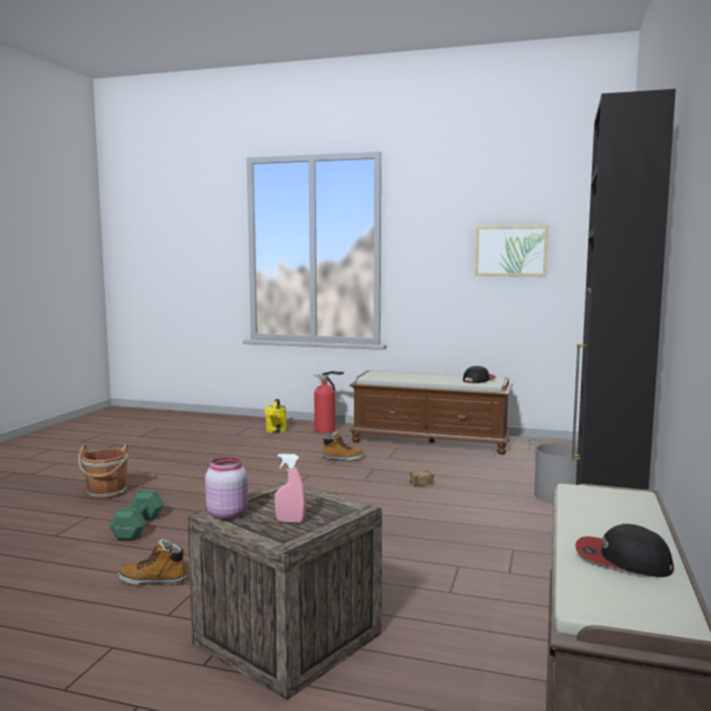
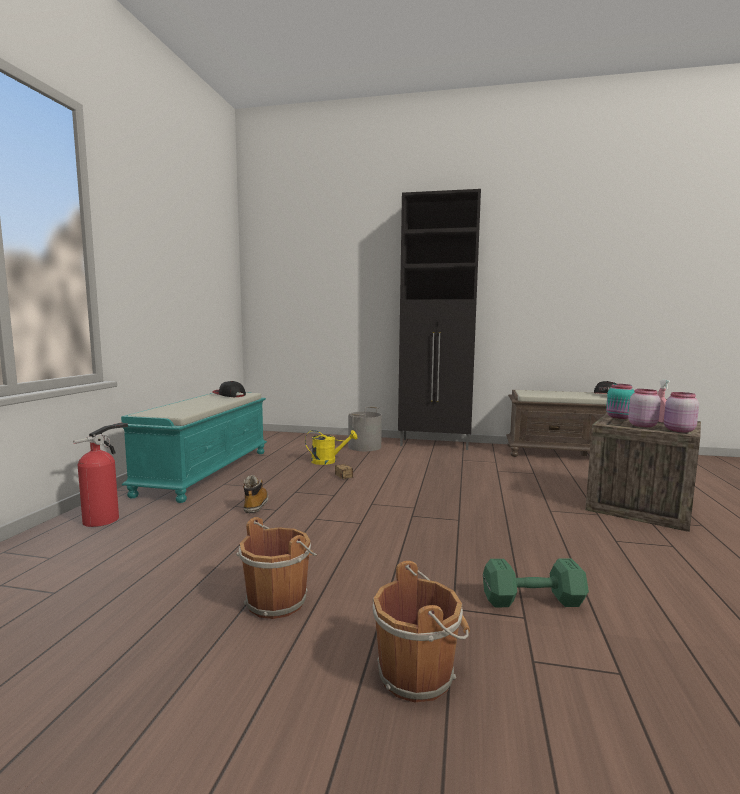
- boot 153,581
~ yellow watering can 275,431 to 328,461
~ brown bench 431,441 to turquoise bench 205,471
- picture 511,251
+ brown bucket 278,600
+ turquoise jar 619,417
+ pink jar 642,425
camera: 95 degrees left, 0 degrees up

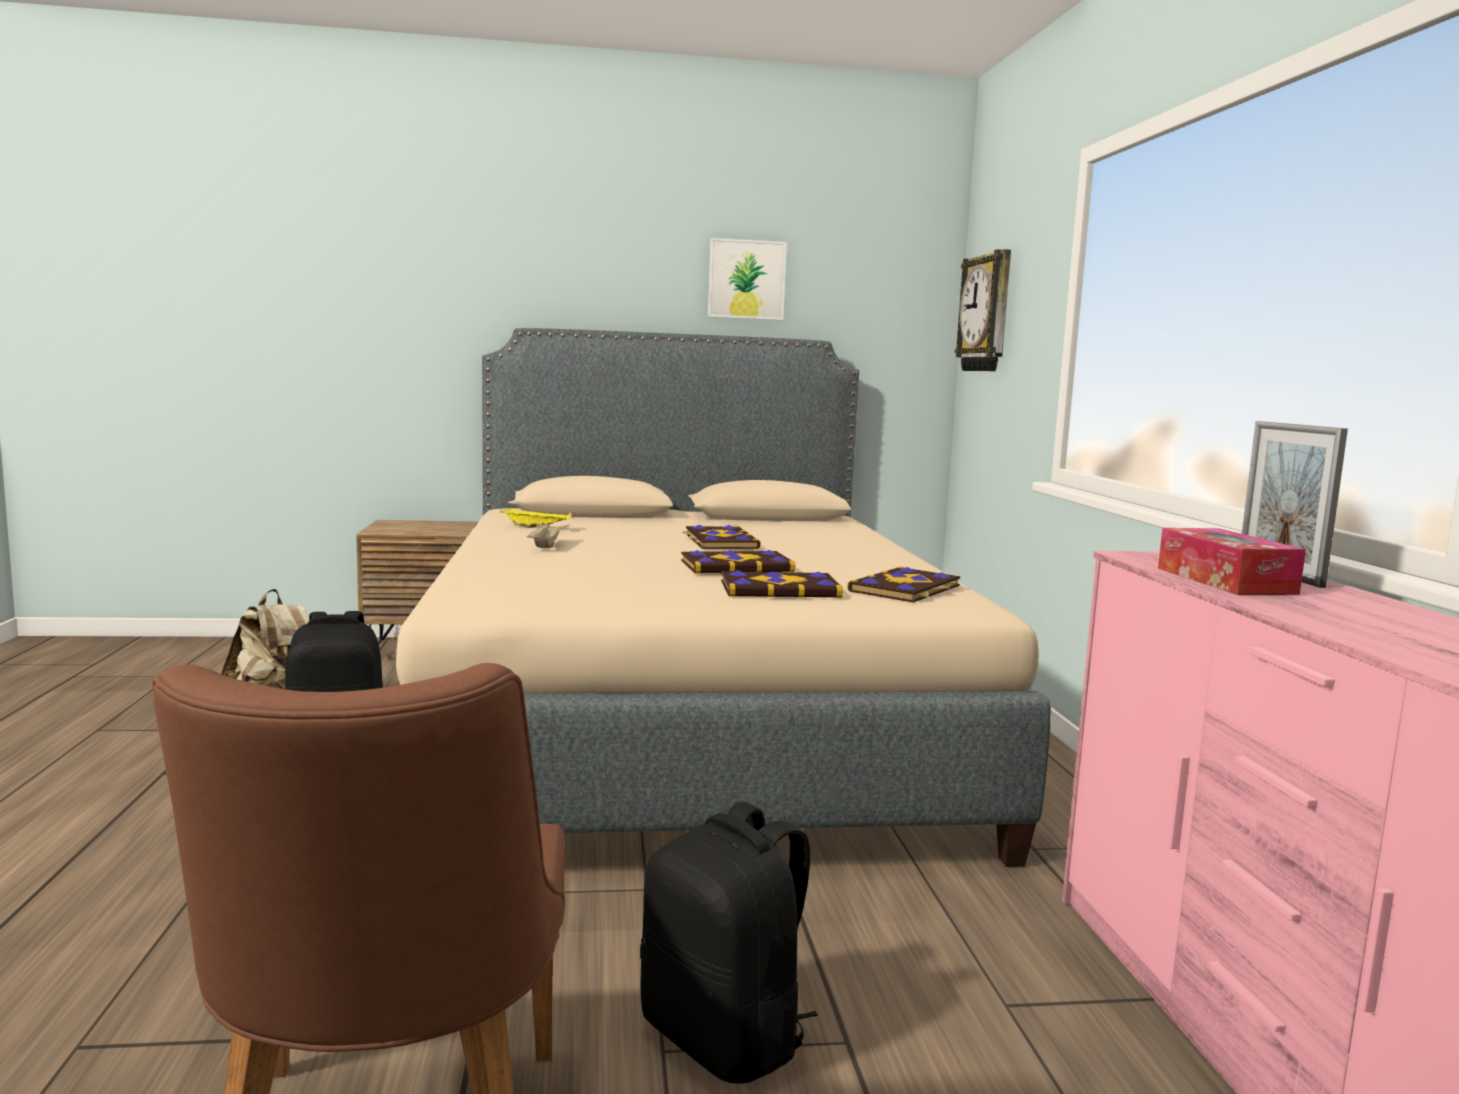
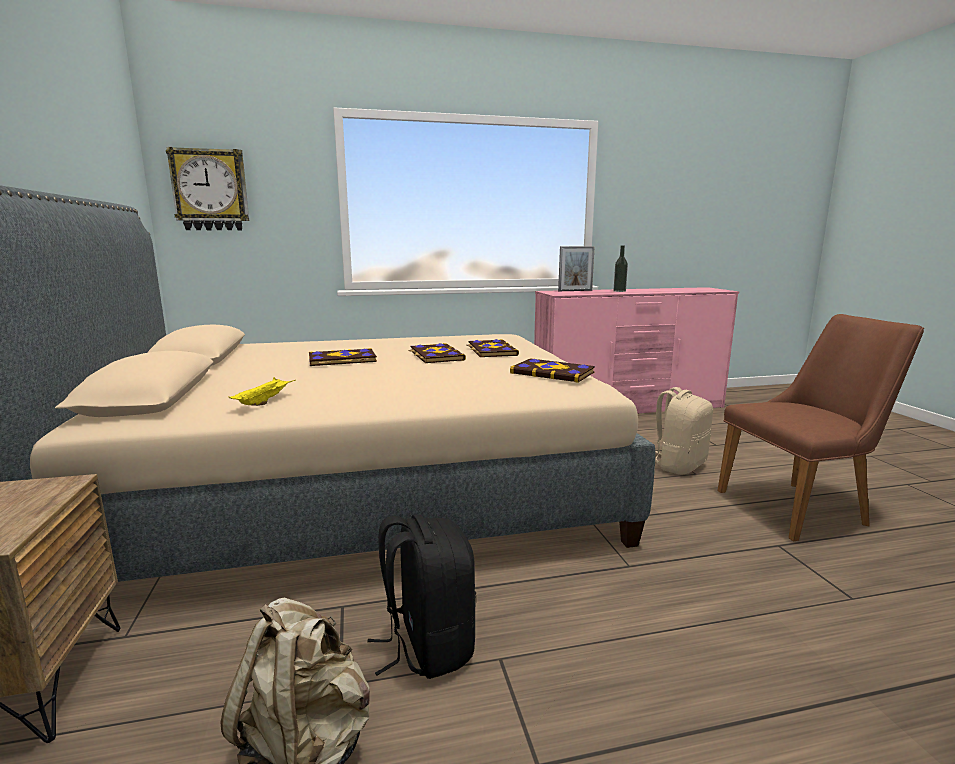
- beige tray 547,546
~ black backpack 725,1038 to beige backpack 678,465
- picture 746,279
~ book 906,589 to 552,373
- tissue box 1225,581
+ bottle 619,291
camera: 95 degrees left, 5 degrees up

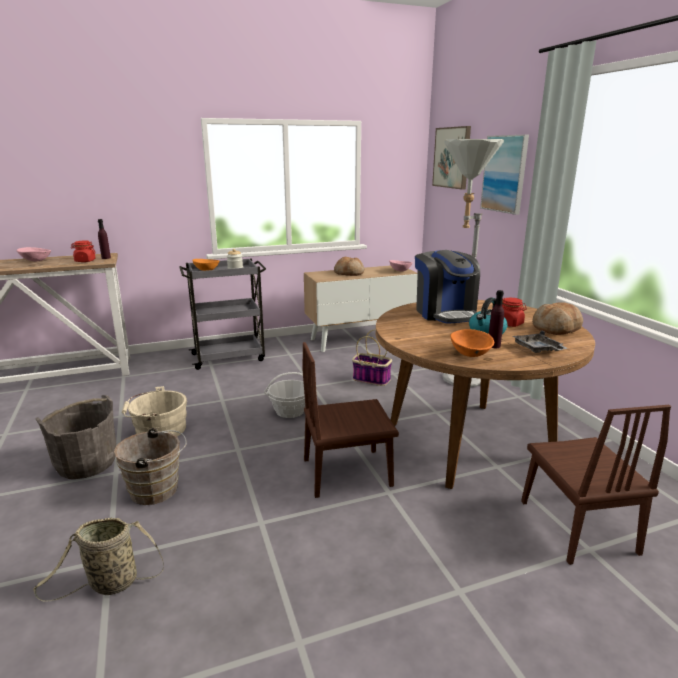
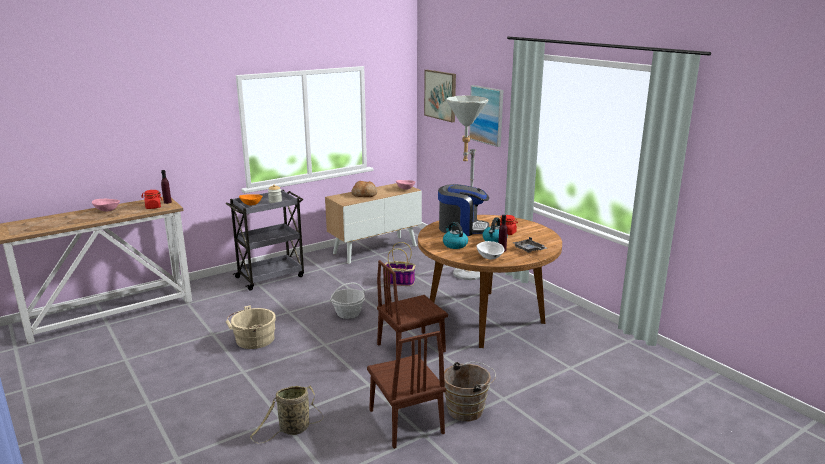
- grey bucket 86,463
~ brown bucket 158,490 to 468,409
~ coffee machine 445,313 = 462,228 45 degrees counterclockwise
~ orange bowl 470,354 to white bowl 489,257
~ brown chair 577,526 to 406,421
- bread 556,328
+ kettle 454,245
camera: 15 degrees left, 0 degrees up

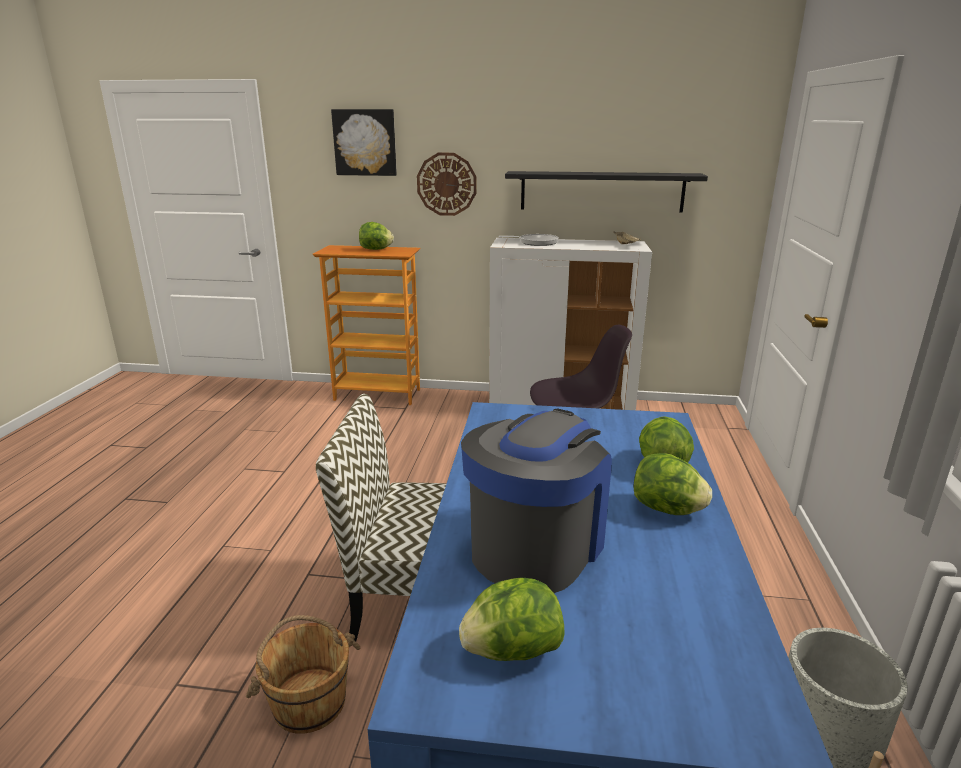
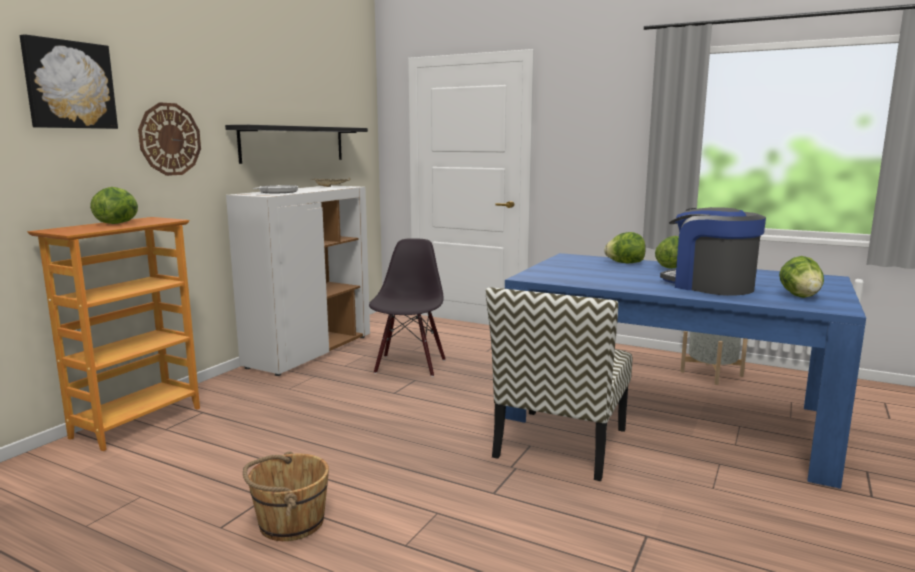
~ brown bucket 309,701 to 290,522
camera: 70 degrees left, 10 degrees down

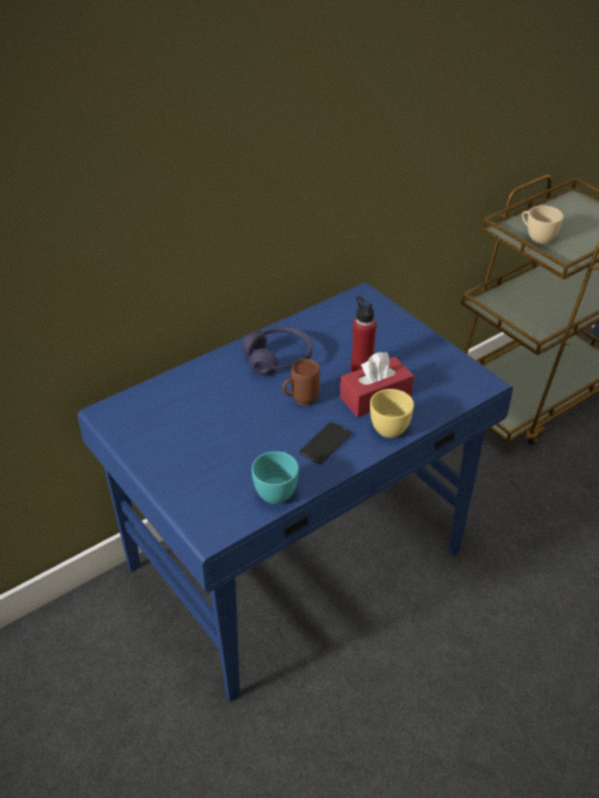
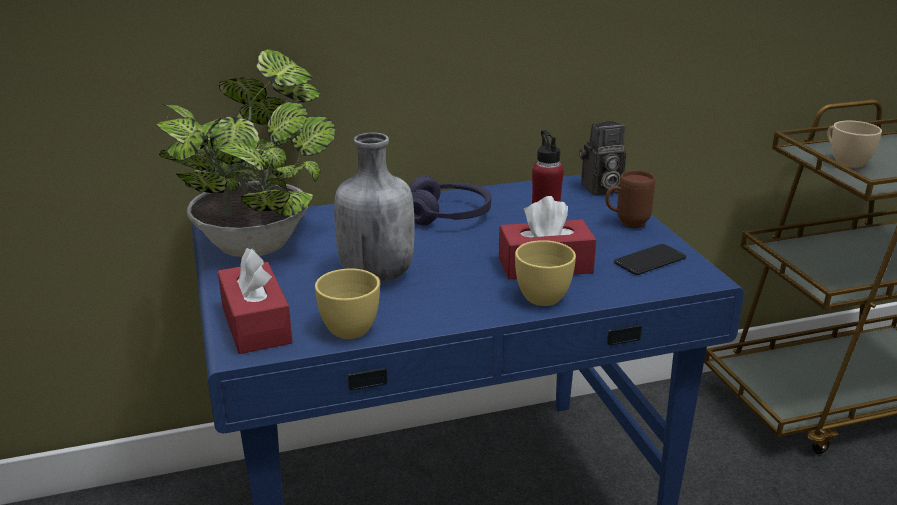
~ turquoise cup 277,490 to yellow cup 355,326
~ brown mug 300,401 to 626,224
~ phone 325,444 to 649,260
+ potted plant 257,242
+ red tissue box 256,324
+ grey bottle 376,274
+ photo camera 600,189
camera: 20 degrees right, 15 degrees down

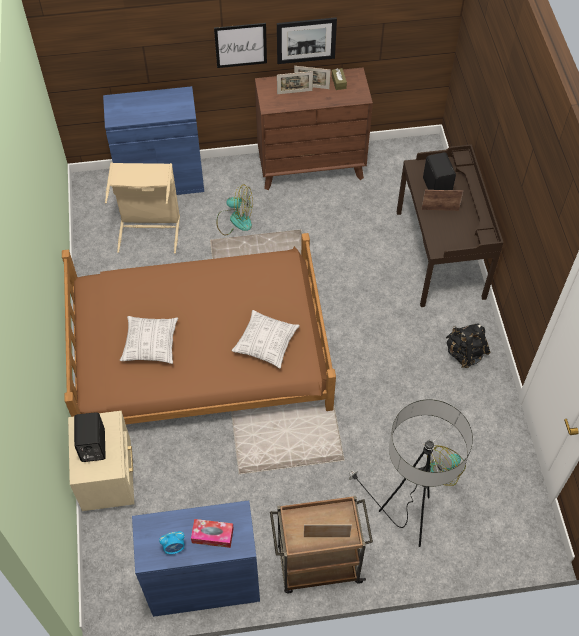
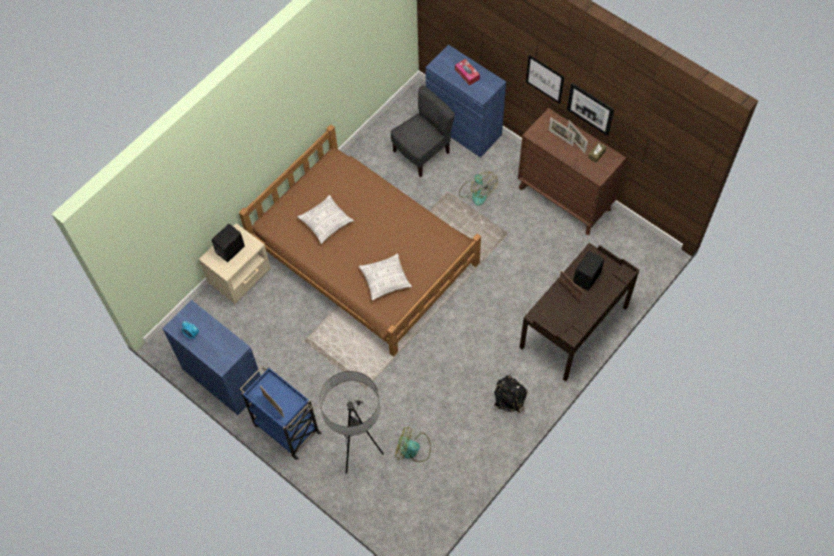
~ beige laundry basket 149,228 to grey chair 422,153
~ tissue box 212,535 to 467,74
~ brown cart 317,565 to blue cart 286,428
camera: 50 degrees right, 5 degrees up

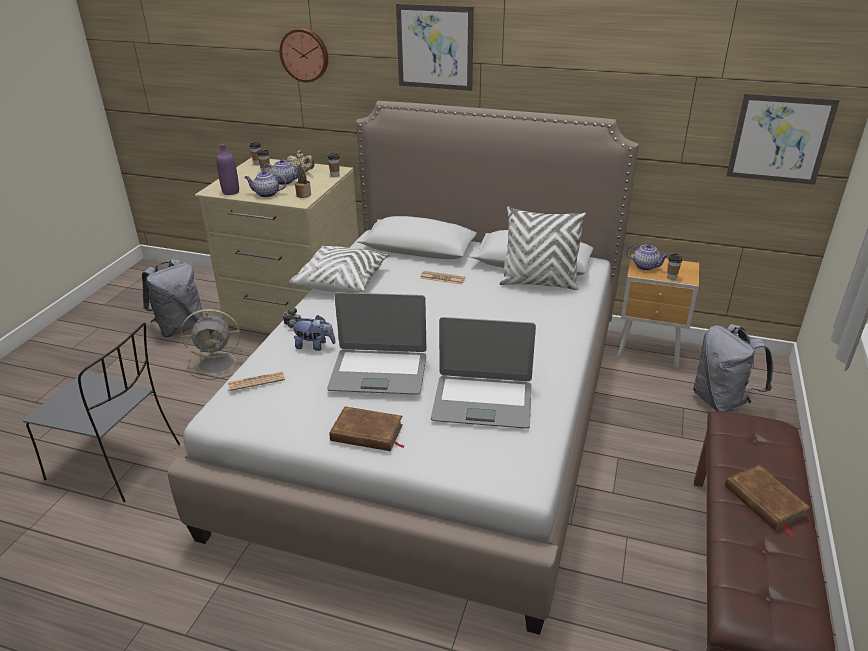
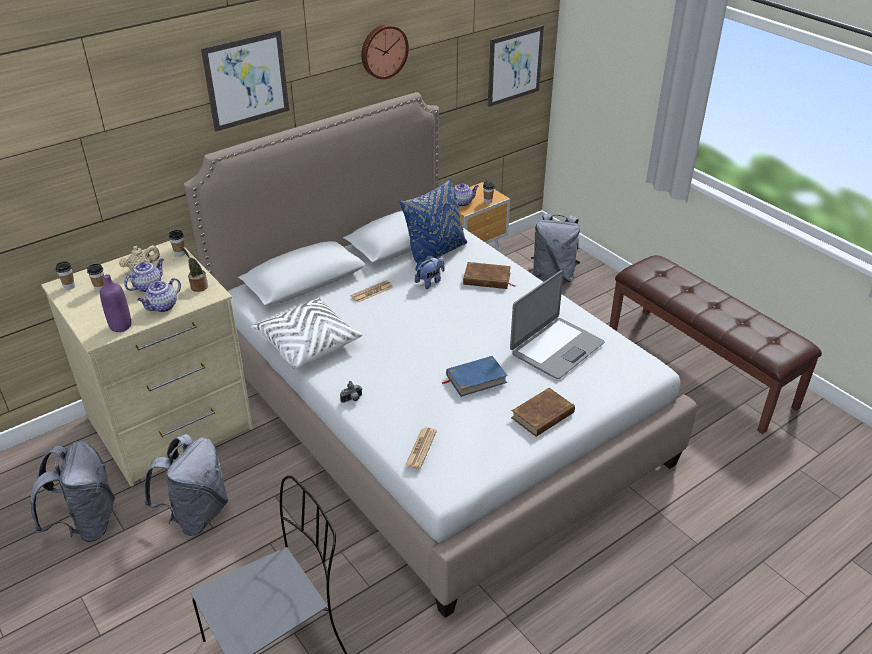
~ grey fan 219,363 to grey backpack 196,514
~ wall clock 305,55 to 383,51
~ plush toy 314,346 to 430,281
~ laptop 378,372 to blue book 476,379
~ white pillow 539,283 to blue pillow 435,253
~ brown book 764,501 to 487,279
camera: 55 degrees left, 5 degrees up

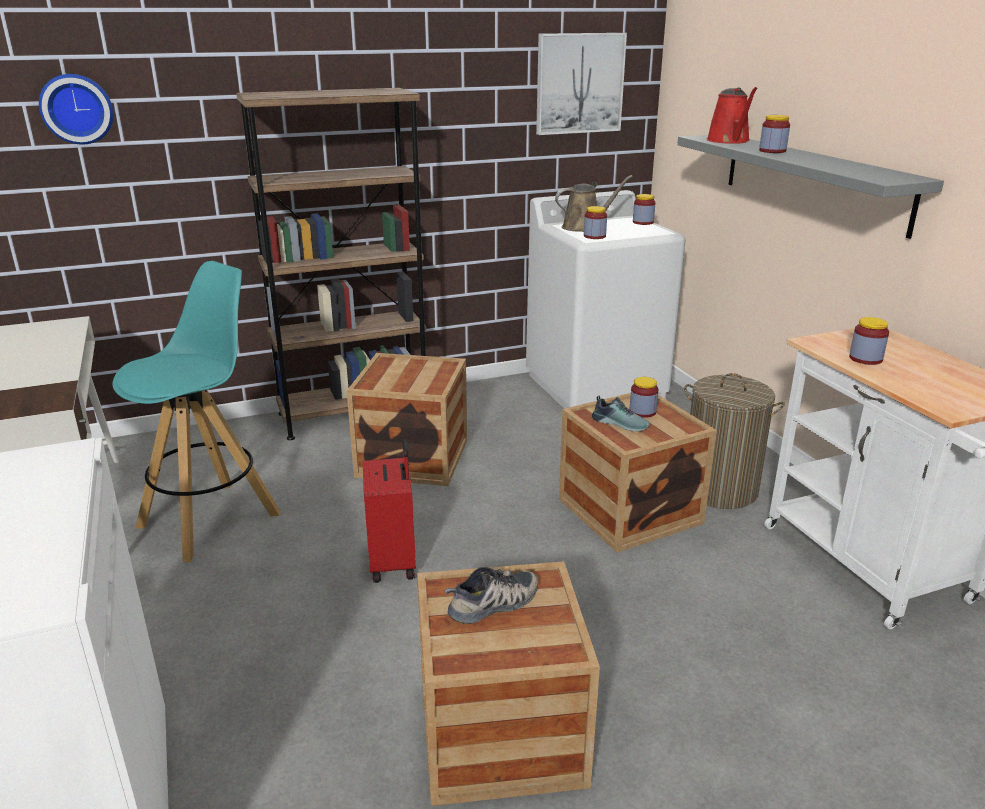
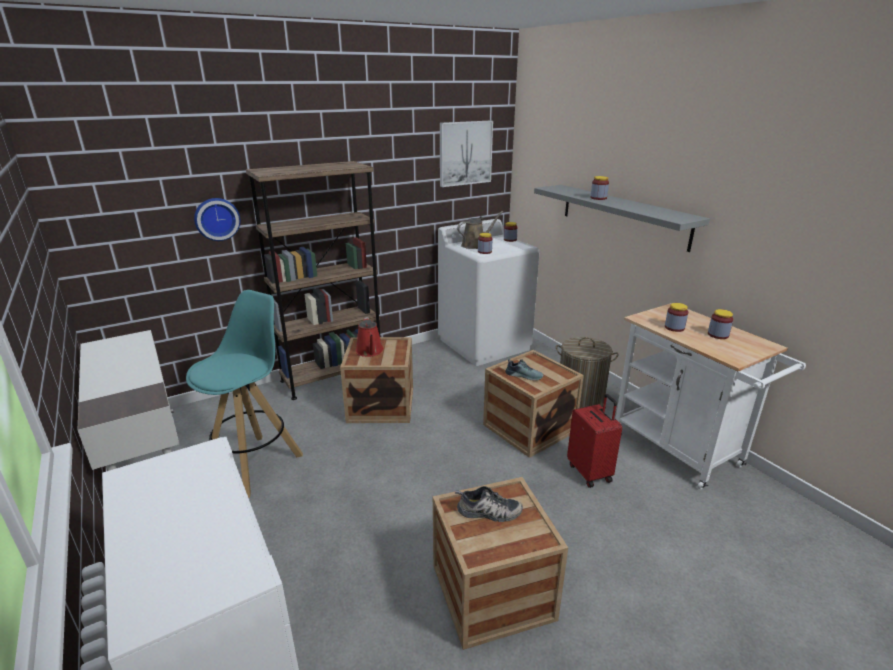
~ wall clock 77,109 to 217,219
~ red suitcase 394,563 to 590,472
~ shoe 494,604 = 488,512 45 degrees clockwise
~ jar 642,412 to 718,335
~ red watering can 729,141 to 370,351
camera: 10 degrees left, 0 degrees up

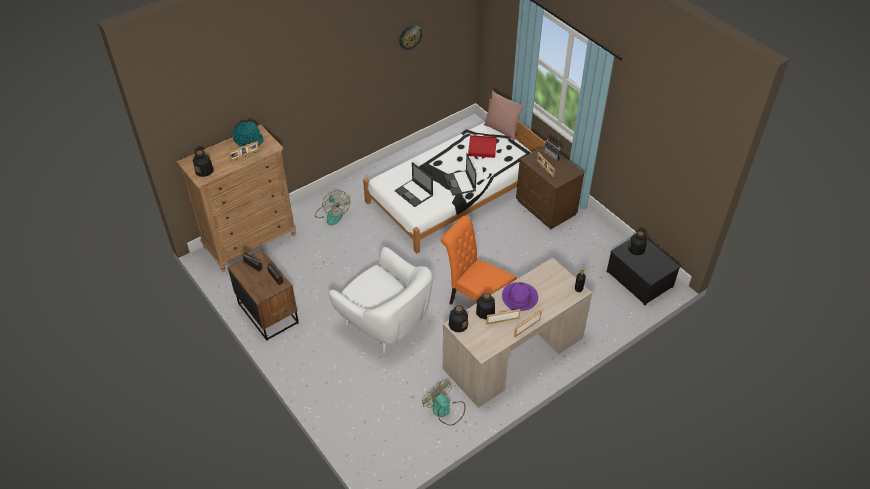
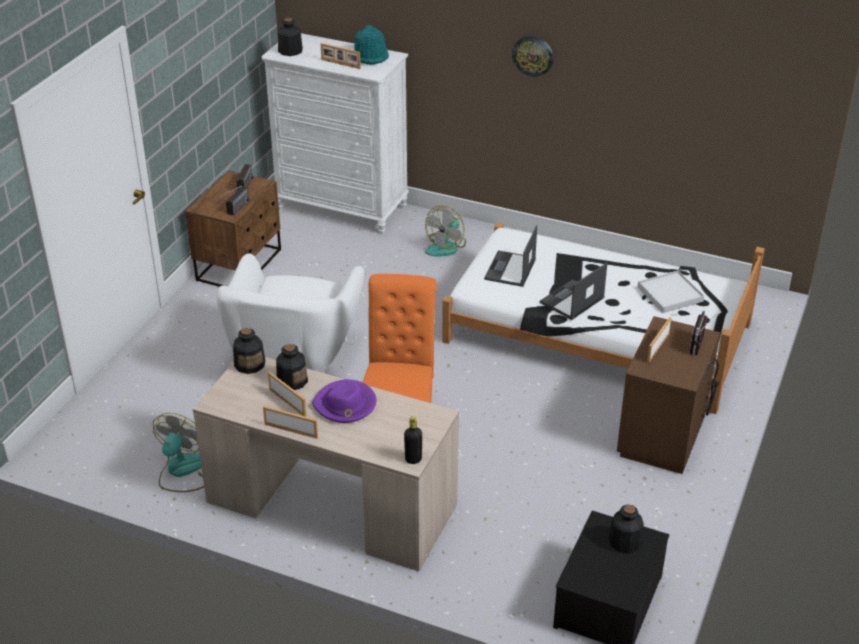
~ brown dresser 250,241 to white dresser 342,207
~ wall clock 410,36 to 533,55
~ red tray 482,148 to white tray 670,294
- pink pillow 502,130
camera: 60 degrees right, 10 degrees down

